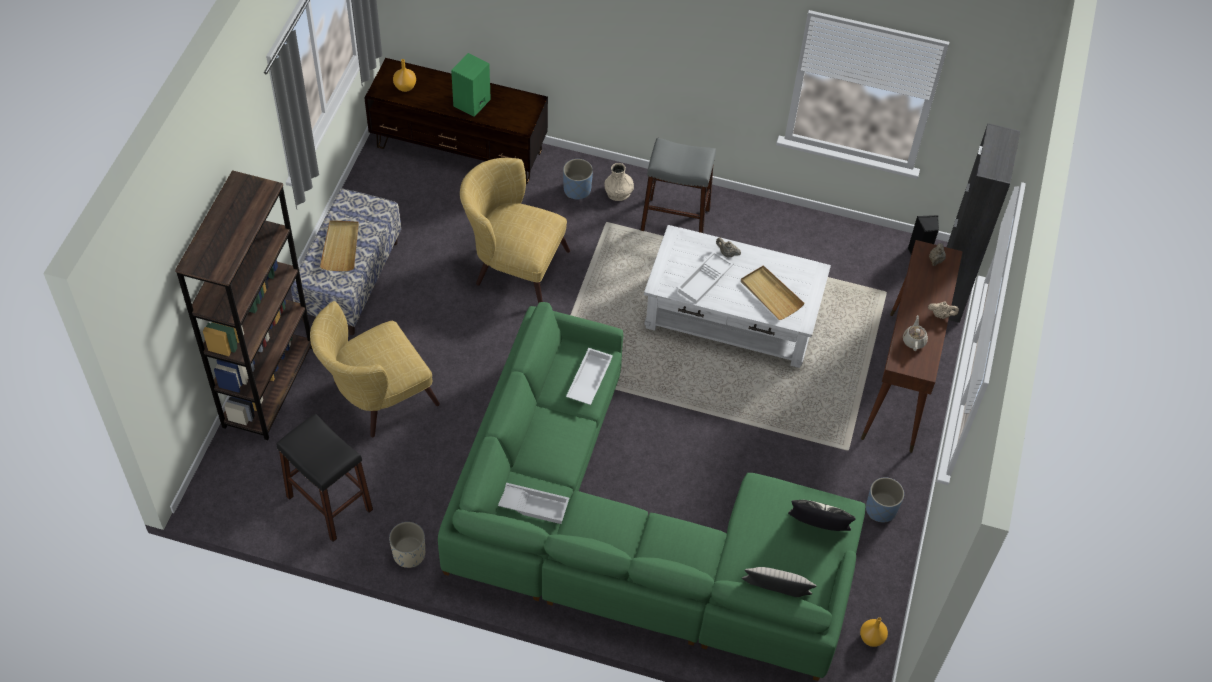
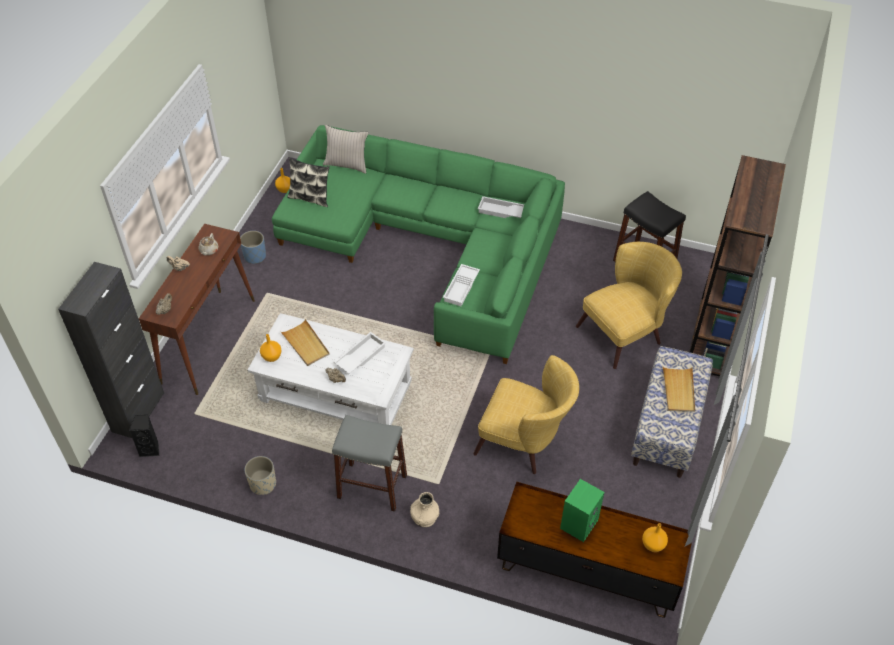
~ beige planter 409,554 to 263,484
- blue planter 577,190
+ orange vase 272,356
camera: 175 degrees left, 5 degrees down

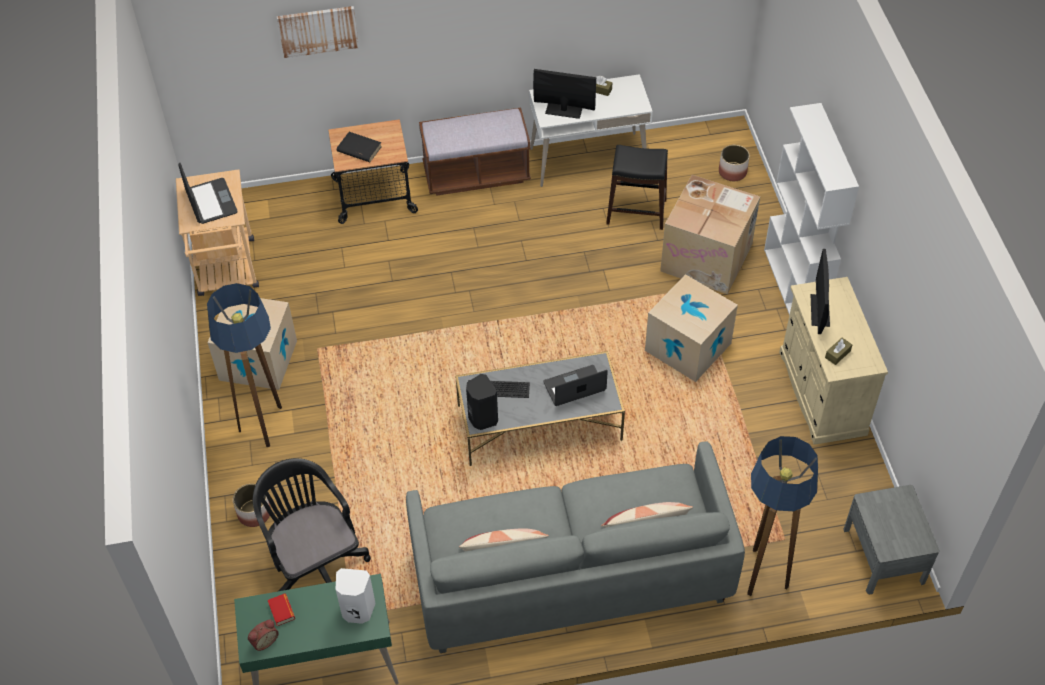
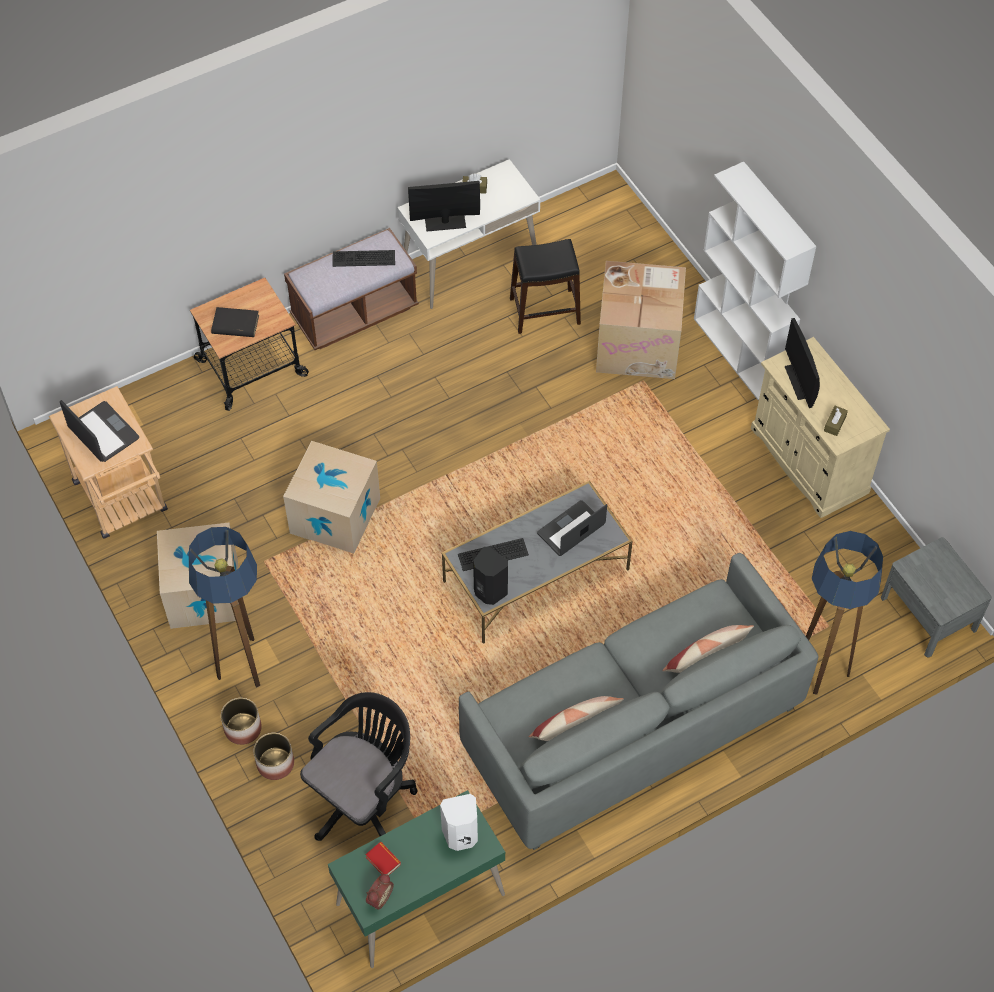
~ black office chair 314,562 = 363,796 90 degrees clockwise
- picture 318,30
~ cardboard box 688,347 to 335,516
~ planter 732,172 to 243,728
+ keyboard 363,259
camera: 20 degrees left, 5 degrees up

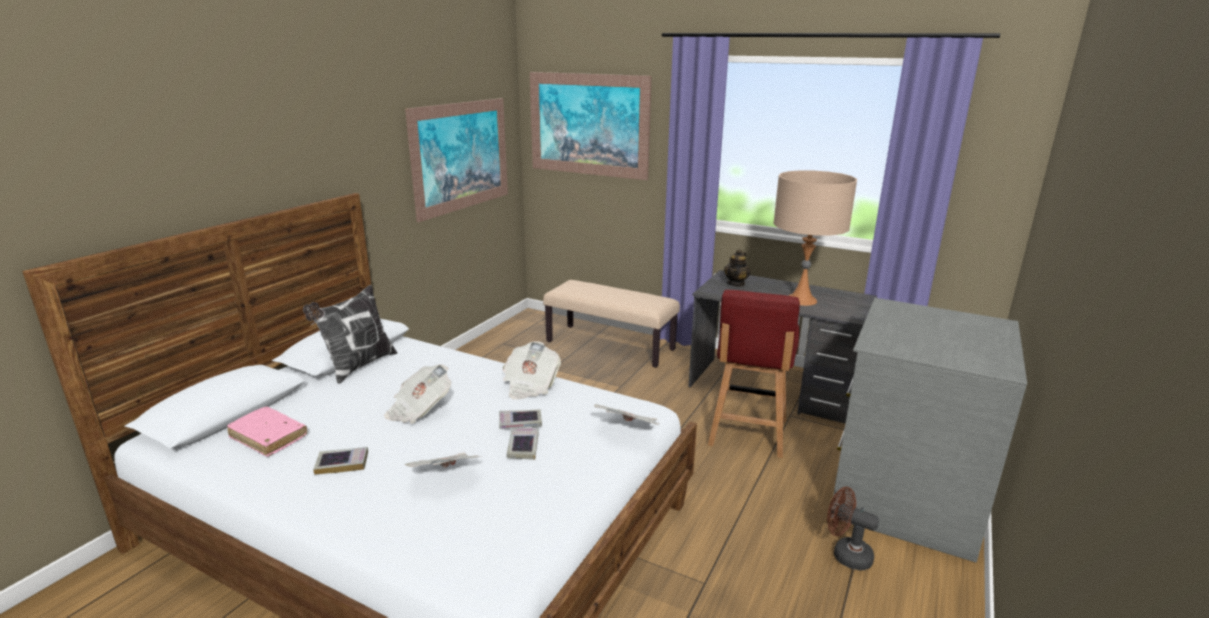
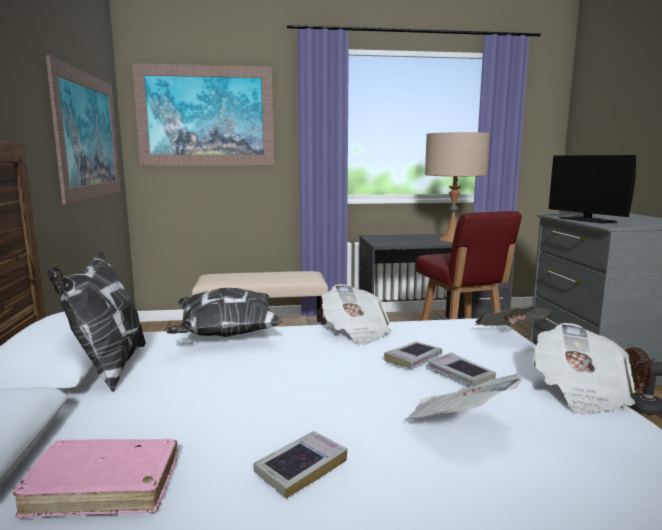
~ newspaper 419,410 to 580,392
- teapot 736,283
+ pillow 225,336
+ monitor 587,220
camera: 35 degrees left, 10 degrees down

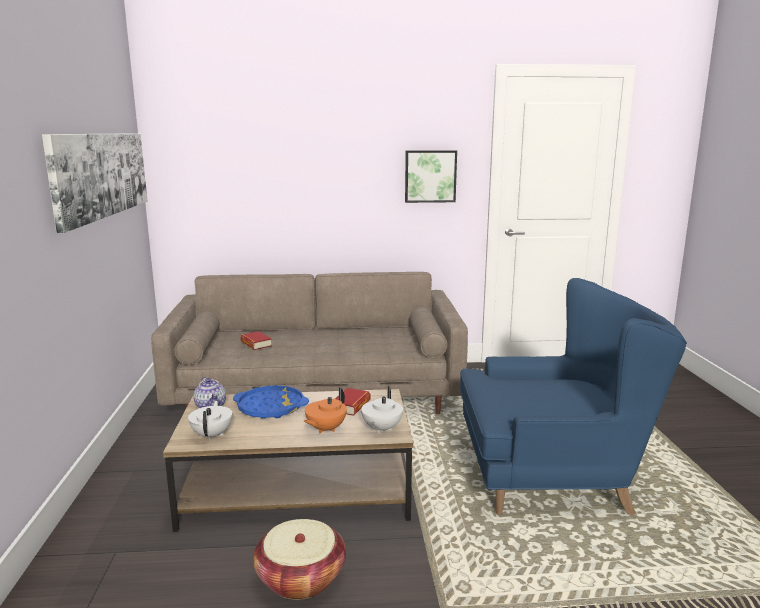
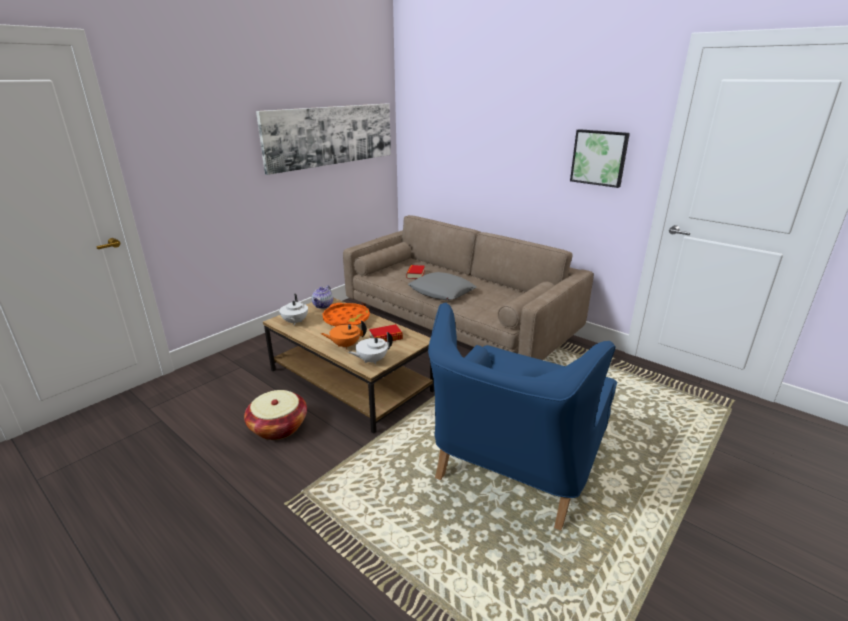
~ white teapot 212,435 = 295,322 135 degrees clockwise
~ blue tray 271,407 to orange tray 346,319
~ blue armchair 552,475 = 514,465 75 degrees clockwise
+ grey pillow 442,292
camera: 45 degrees right, 10 degrees up

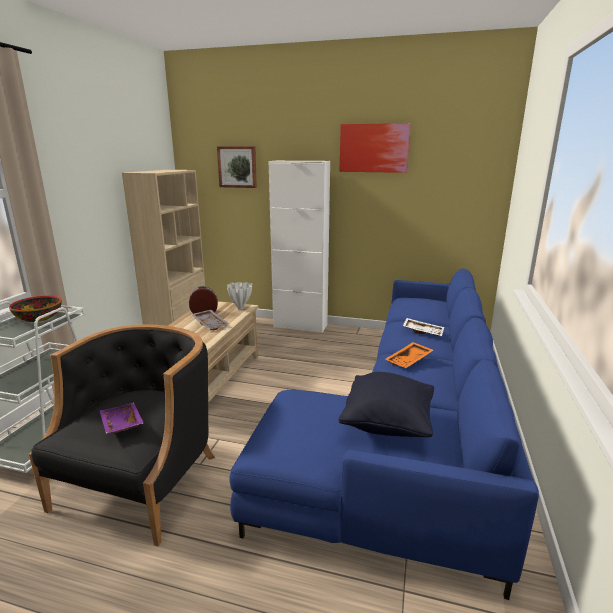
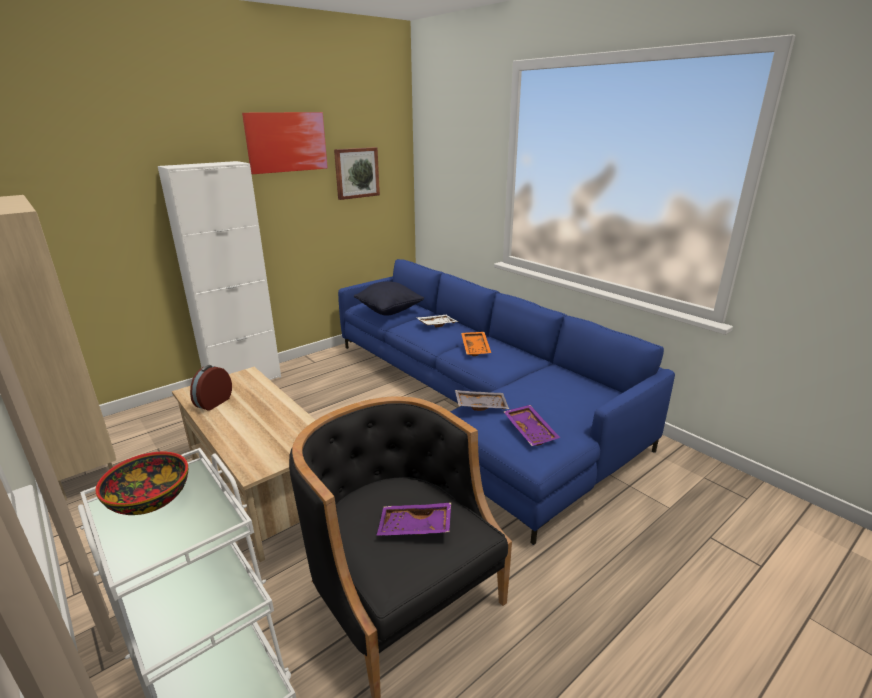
~ grey tray 211,324 to 481,405
~ picture 237,167 to 356,173
- white vase 240,308
~ black pillow 387,424 to 389,311
+ purple tray 531,431
camera: 55 degrees left, 5 degrees up

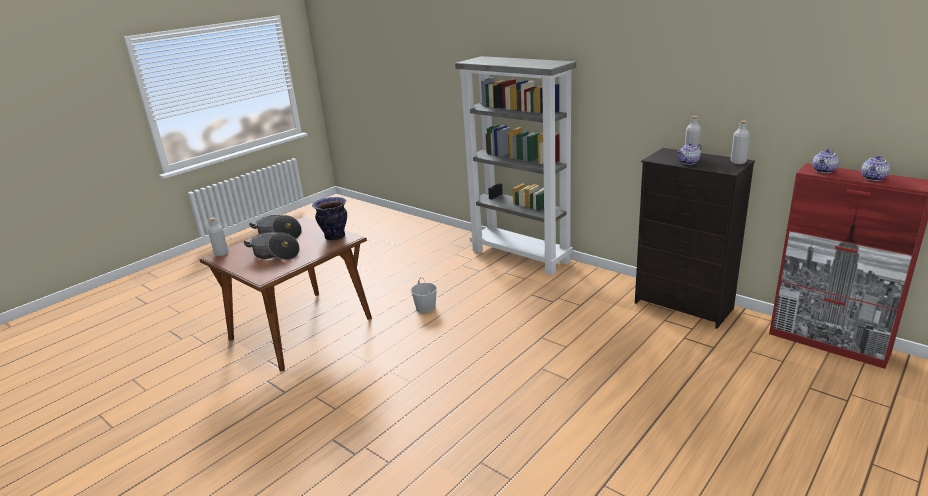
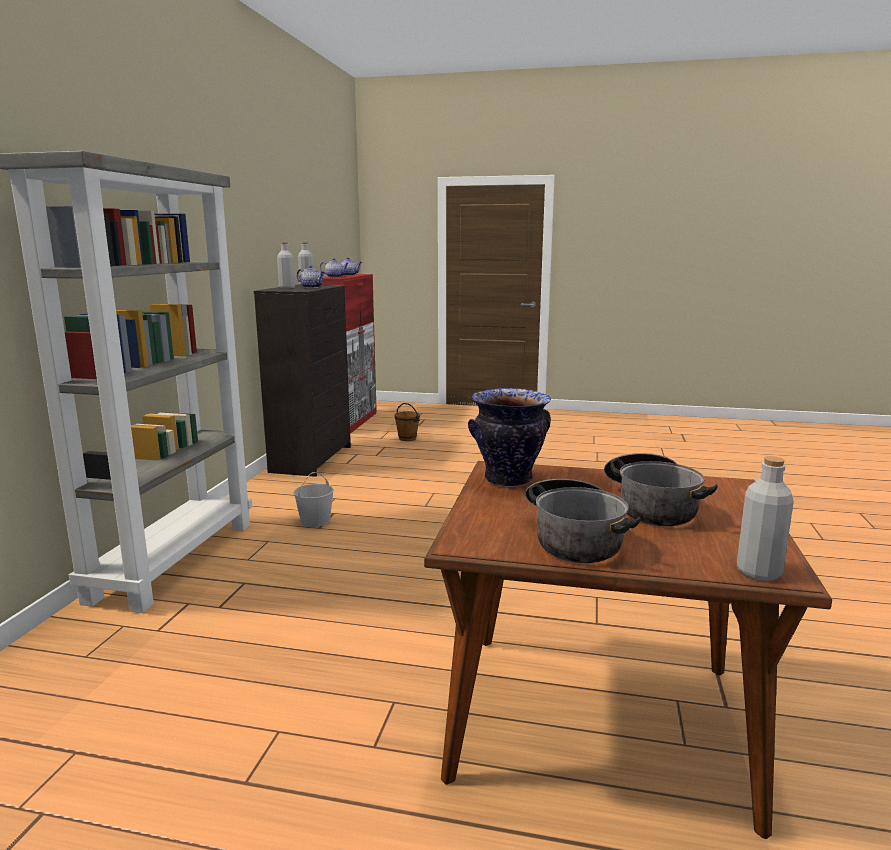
~ white bucket 425,307 to 315,521
+ brown bucket 407,438
camera: 120 degrees left, 10 degrees down

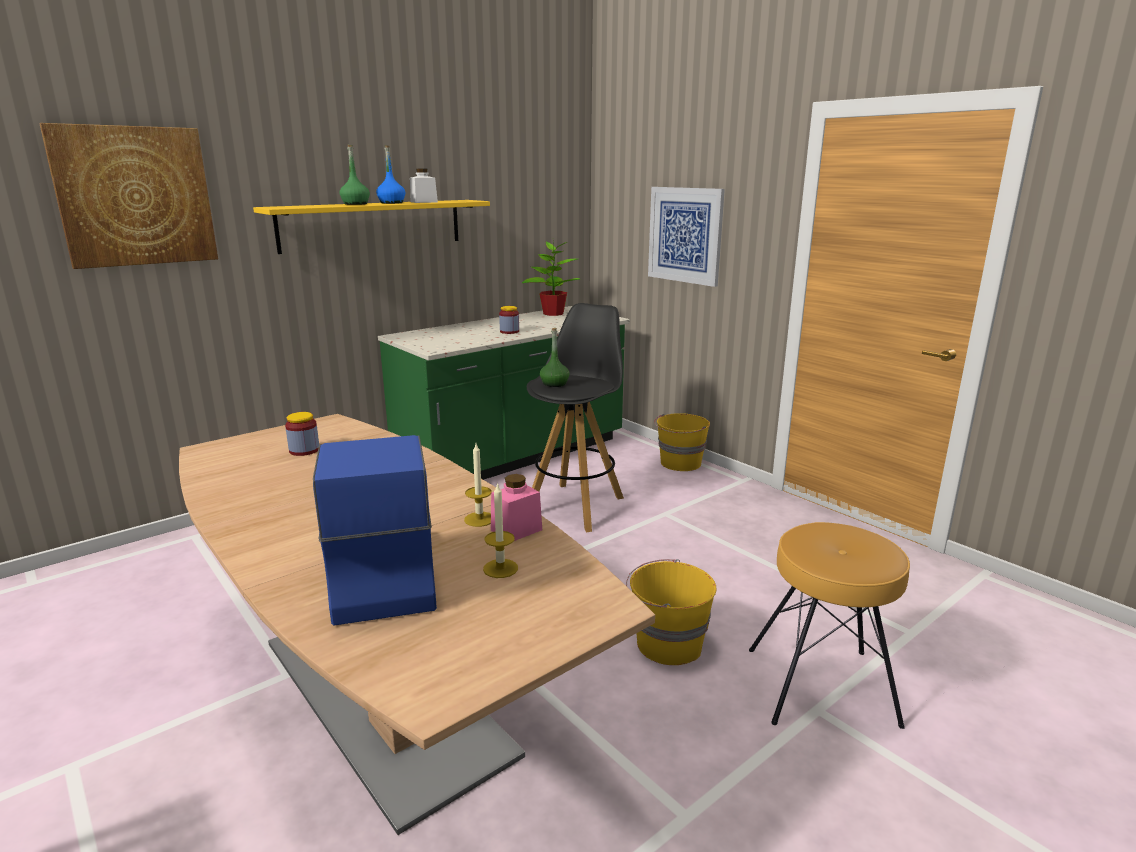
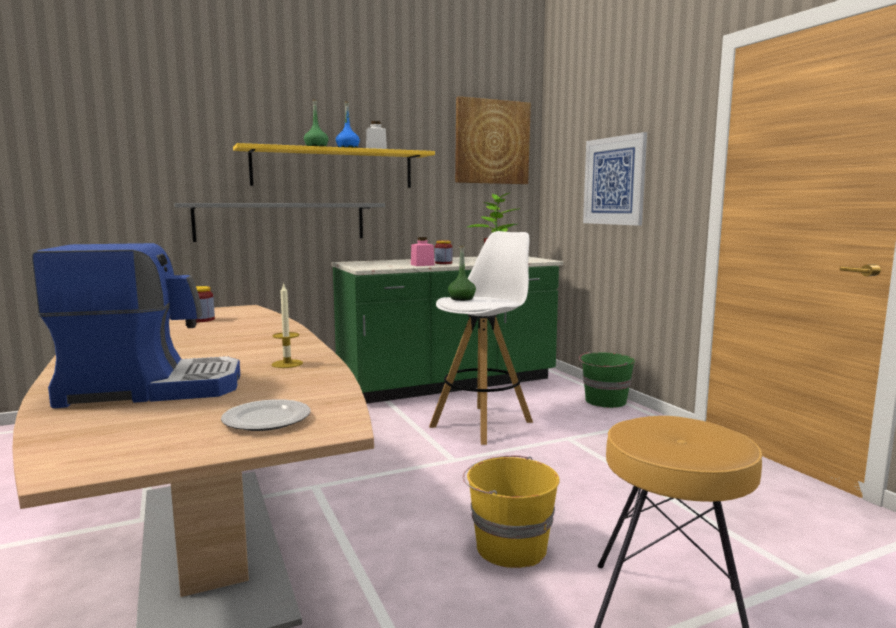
~ picture 135,196 to 492,142
~ coffee machine 381,575 = 152,387 75 degrees clockwise
- candle 500,568
~ pink jar 516,530 to 422,265
~ black stool 575,506 to white stool 482,423
~ yellow bucket 680,463 to green bucket 605,401
+ grey shelf 281,221
+ plate 266,420
camera: 15 degrees right, 10 degrees down

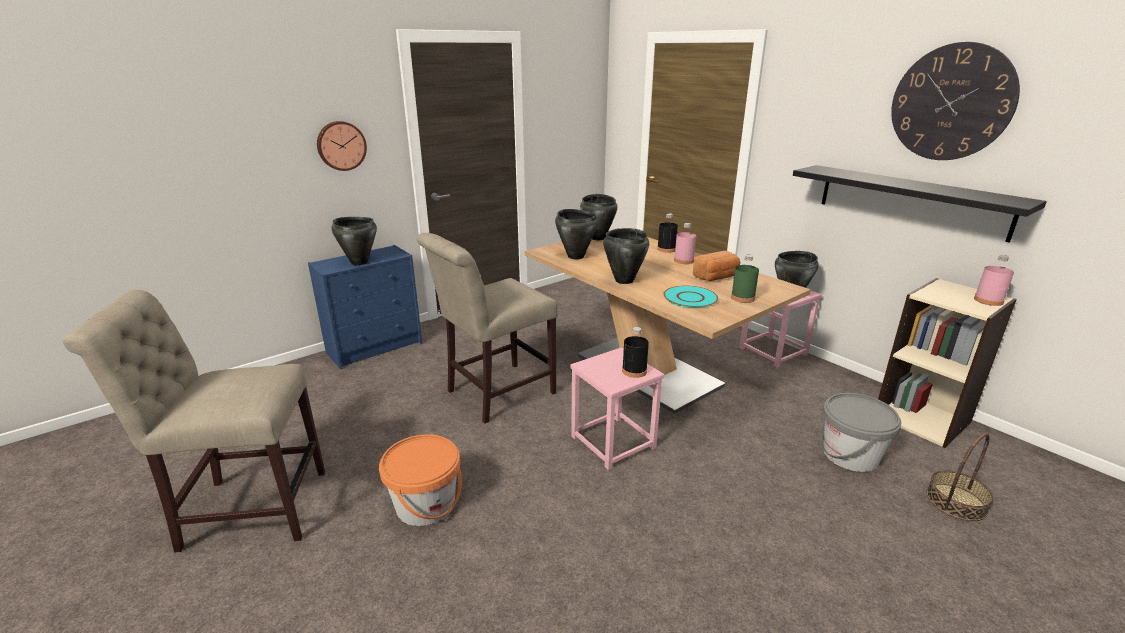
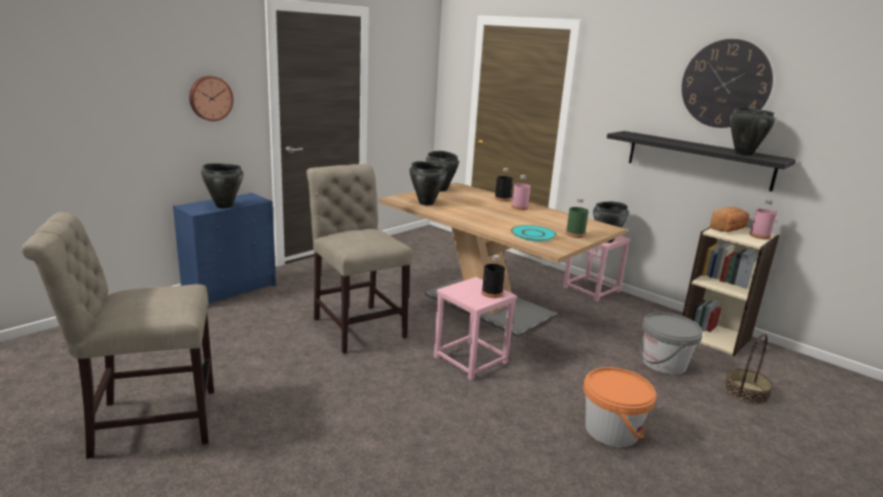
~ orange bucket 426,504 to 611,430
~ beige chair 495,393 = 357,325 105 degrees clockwise
~ black cooking pot 623,280 to 743,154
~ bread 717,277 to 728,229
camera: 10 degrees left, 5 degrees down

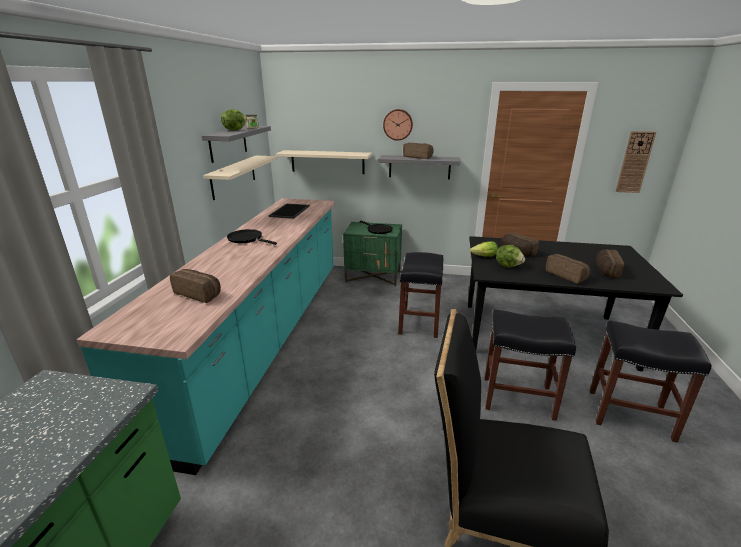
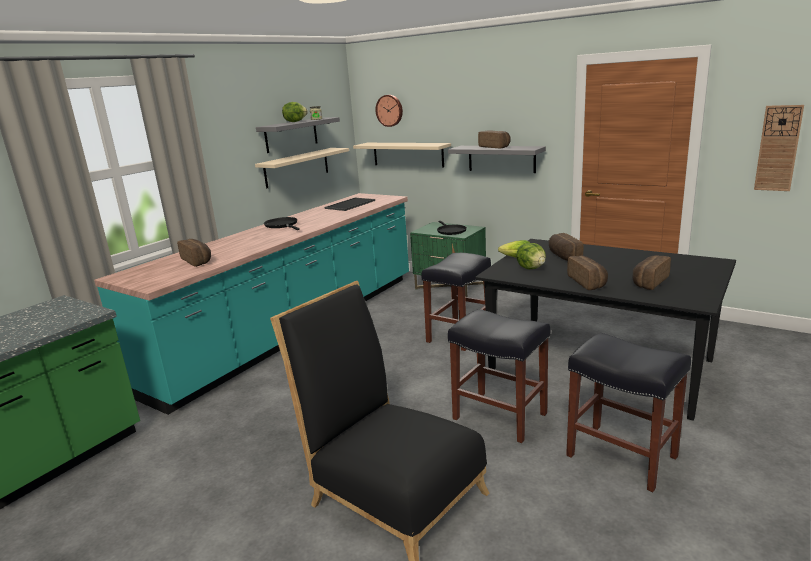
~ wall clock 398,124 to 390,110
camera: 25 degrees right, 5 degrees down

